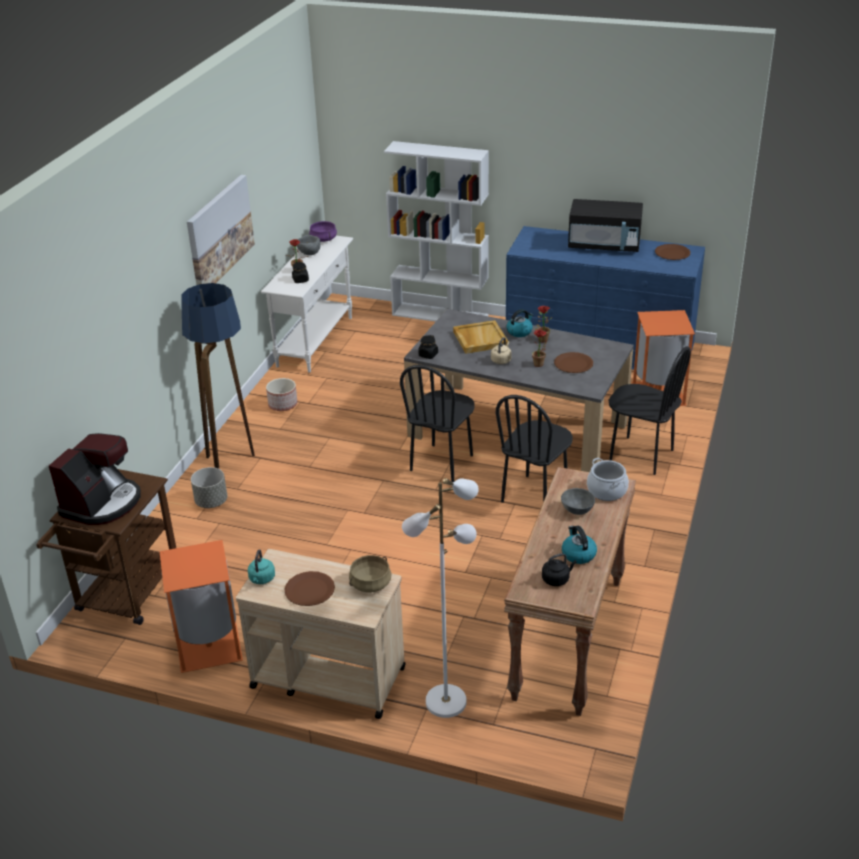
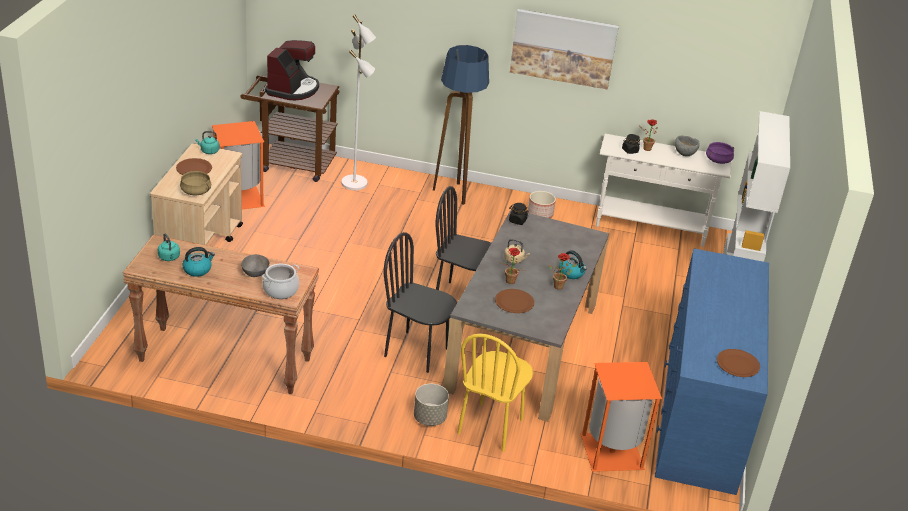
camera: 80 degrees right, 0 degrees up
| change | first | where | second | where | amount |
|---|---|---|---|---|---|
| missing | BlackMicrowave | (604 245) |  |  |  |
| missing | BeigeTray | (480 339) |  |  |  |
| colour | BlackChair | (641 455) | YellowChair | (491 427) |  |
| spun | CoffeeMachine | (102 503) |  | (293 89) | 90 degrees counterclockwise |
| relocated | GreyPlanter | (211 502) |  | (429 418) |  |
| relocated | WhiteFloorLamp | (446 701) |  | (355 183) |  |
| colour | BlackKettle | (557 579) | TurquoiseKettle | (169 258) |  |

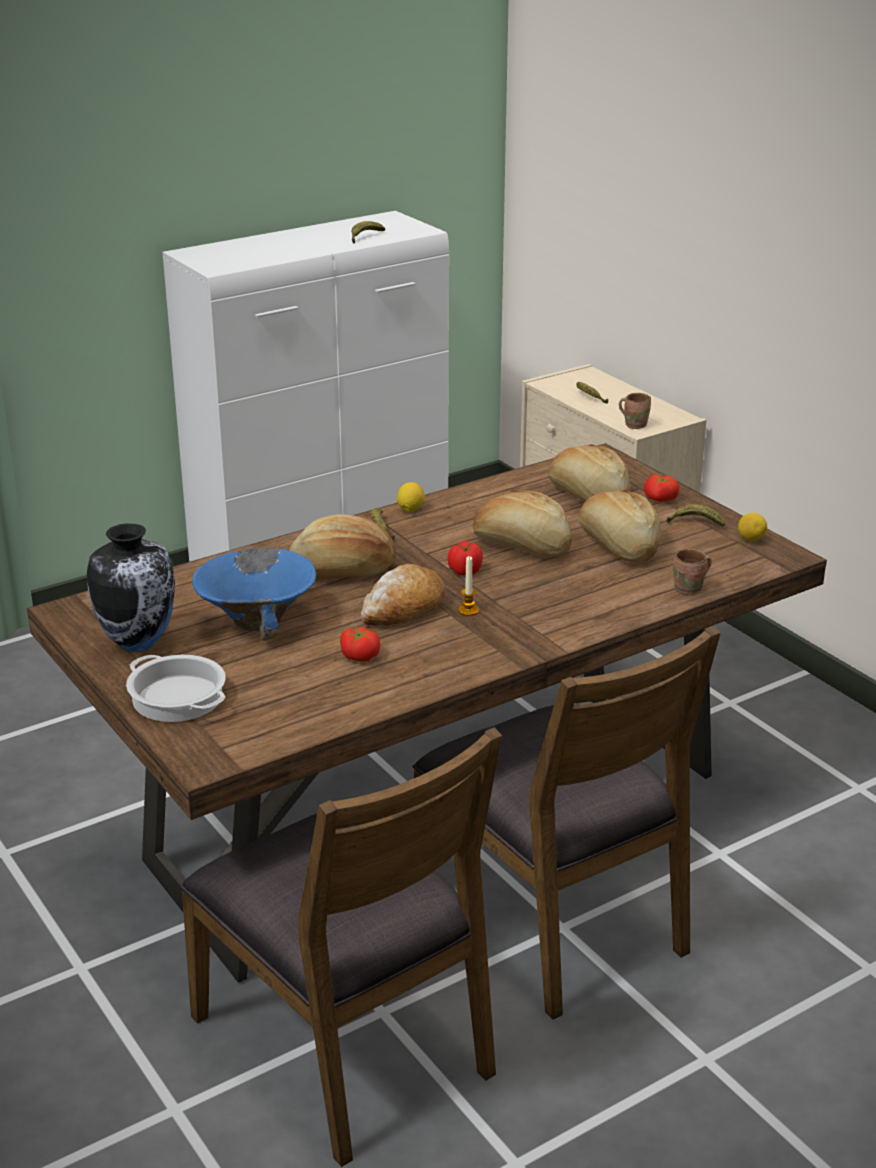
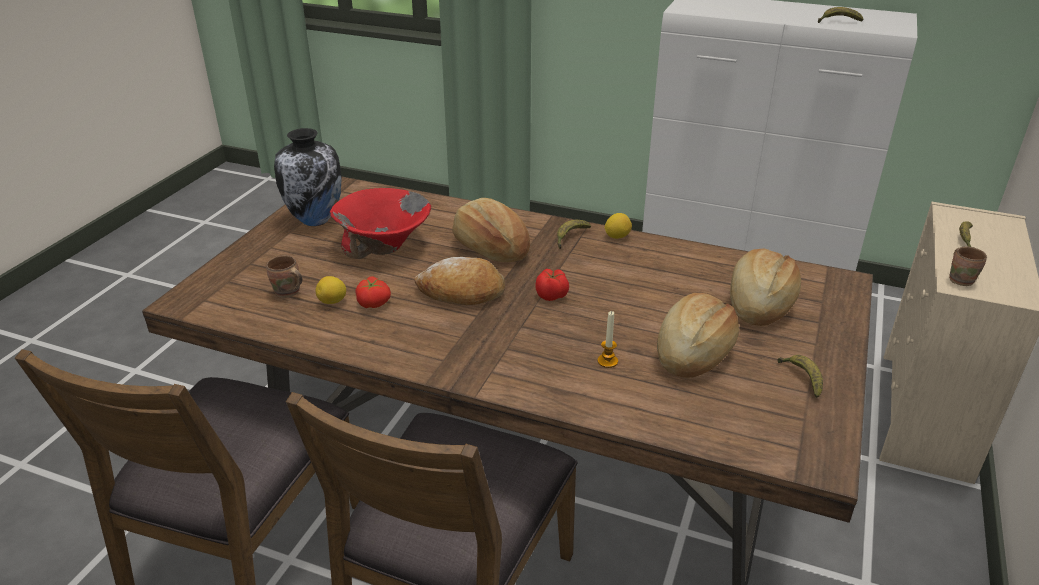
camera: 55 degrees right, 5 degrees up
| change | first | where | second | where | amount |
|---|---|---|---|---|---|
| missing | Tomato | (660 499) |  |  |  |
| missing | Bread | (522 546) |  |  |  |
| relocated | Lemon | (751 539) |  | (332 302) |  |
| colour | BlueBowl | (258 620) | RedBowl | (384 246) |  |
| relocated | BrownMug | (690 589) |  | (287 293) |  |
| relocated | Candle | (468 610) |  | (607 361) |  |
| missing | CookingPot | (176 698) |  |  |  |

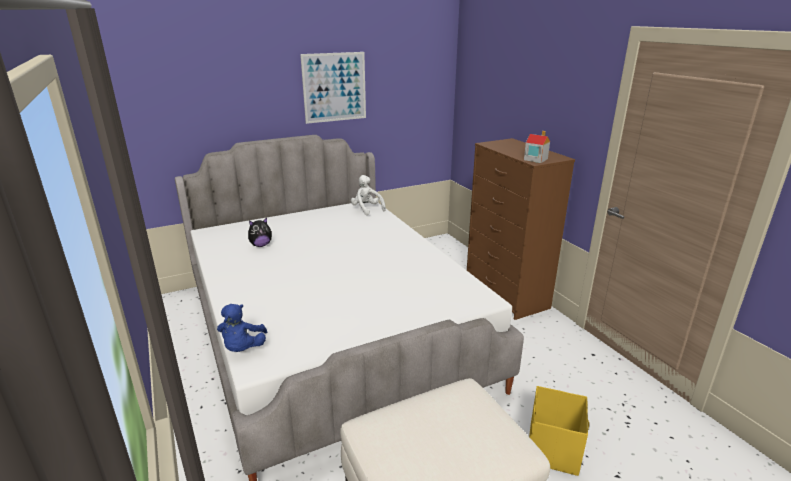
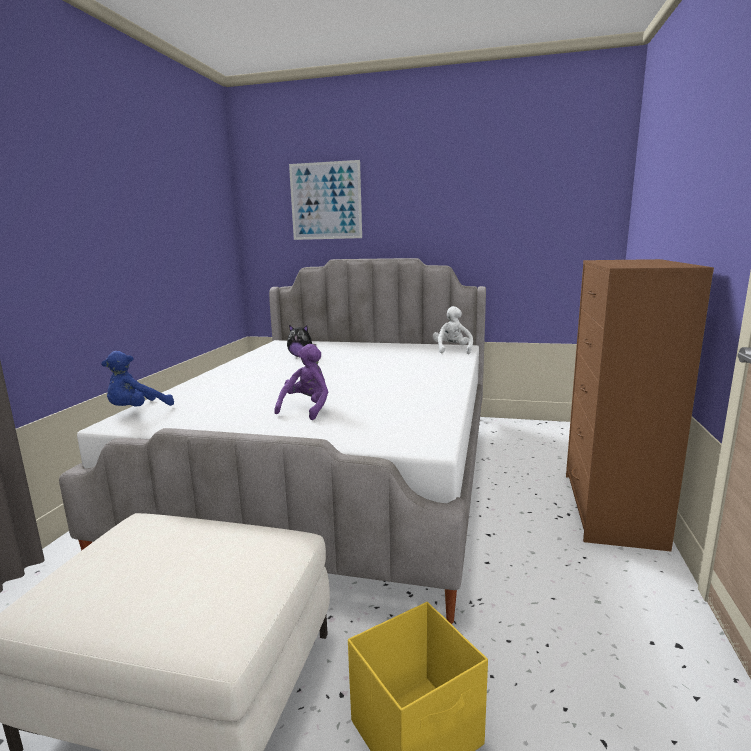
camera: 40 degrees right, 10 degrees down
| change | first | where | second | where | amount |
|---|---|---|---|---|---|
| relocated | Picture | (334 87) |  | (326 201) |  |
| missing | ToyHouse | (535 159) |  |  |  |
| appeared |  |  | PurplePlushToy | (307 409) |  |

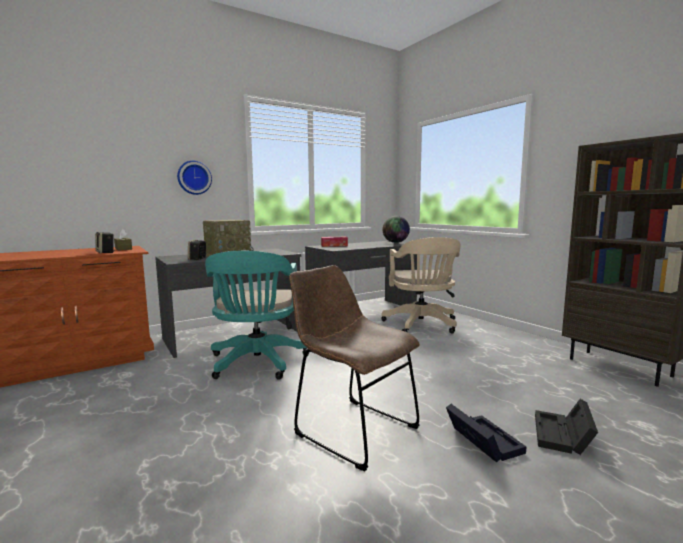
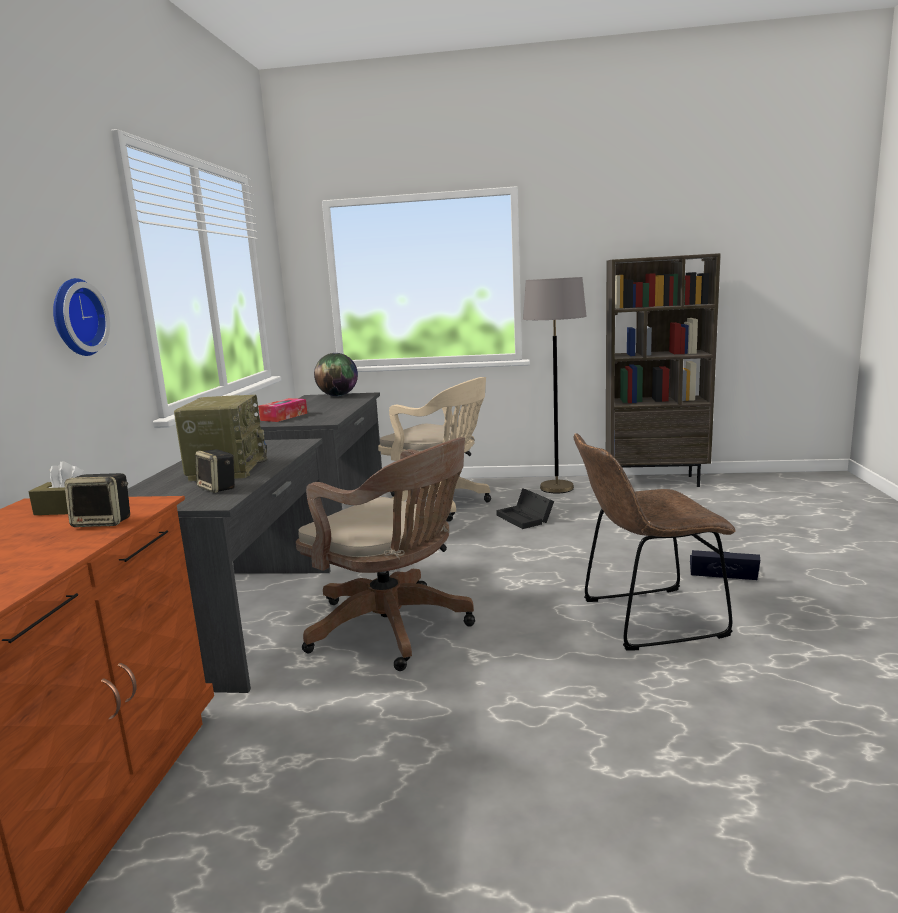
camera: 50 degrees left, 5 degrees up
| change | first | where | second | where | amount |
|---|---|---|---|---|---|
| colour | TurquoiseOfficeChair | (256 364) | BrownOfficeChair | (395 629) |  |
| relocated | BlackStorageBox | (563 436) |  | (526 518) |  |
| appeared |  |  | GreyFloorLamp | (556 488) |  |

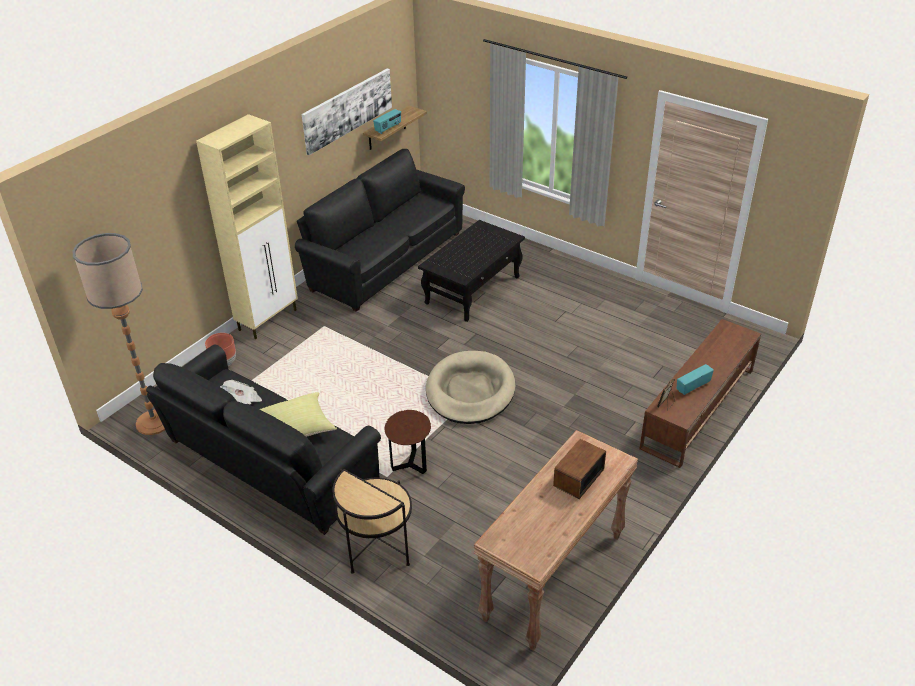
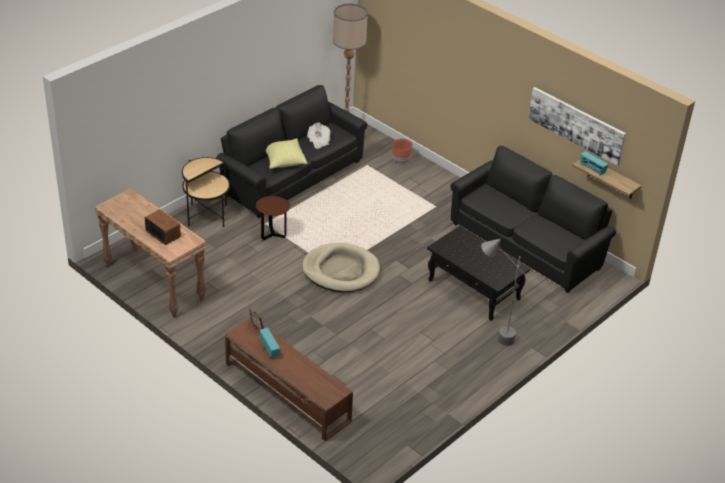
camera: 95 degrees right, 0 degrees up
| change | first | where | second | where | amount |
|---|---|---|---|---|---|
| missing | BeigeCabinet | (268 319) |  |  |  |
| appeared |  |  | GreyFloorLamp | (492 338) |  |

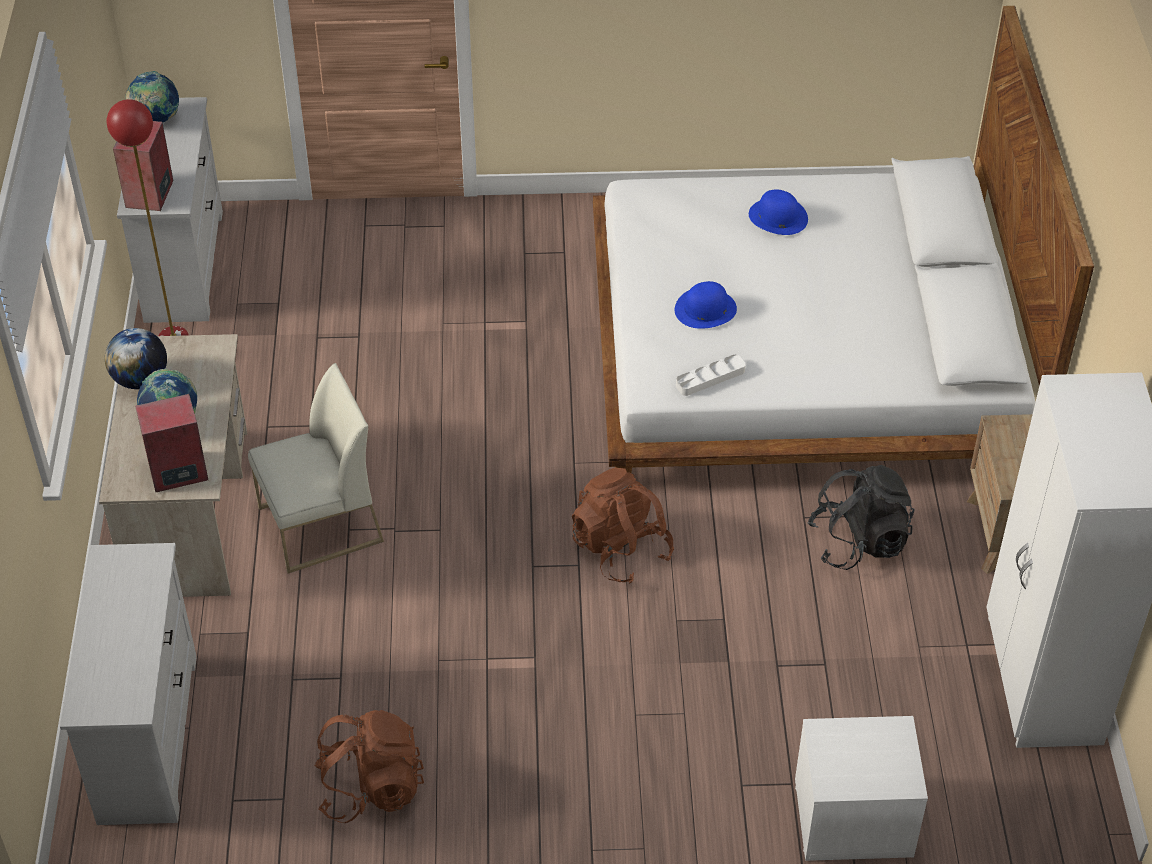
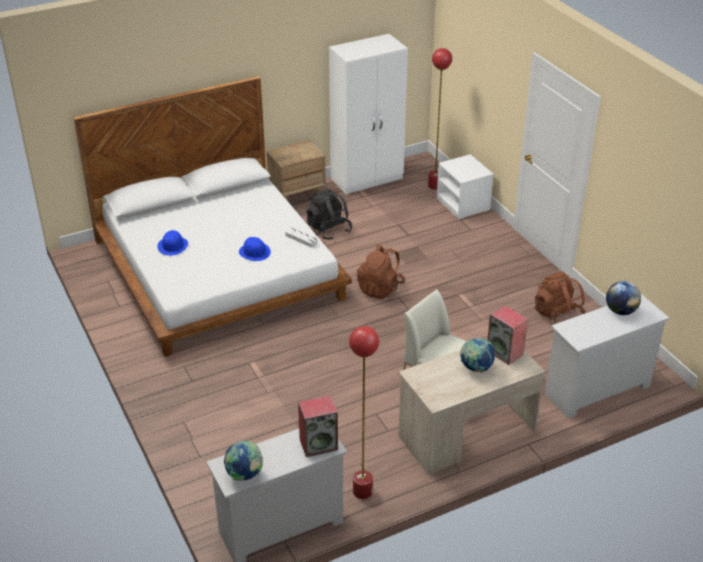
camera: 115 degrees left, 10 degrees down
| change | first | where | second | where | amount |
|---|---|---|---|---|---|
| relocated | Globe | (140 380) |  | (620 311) |  |
| appeared |  |  | RedFloorLamp | (435 186) |  |

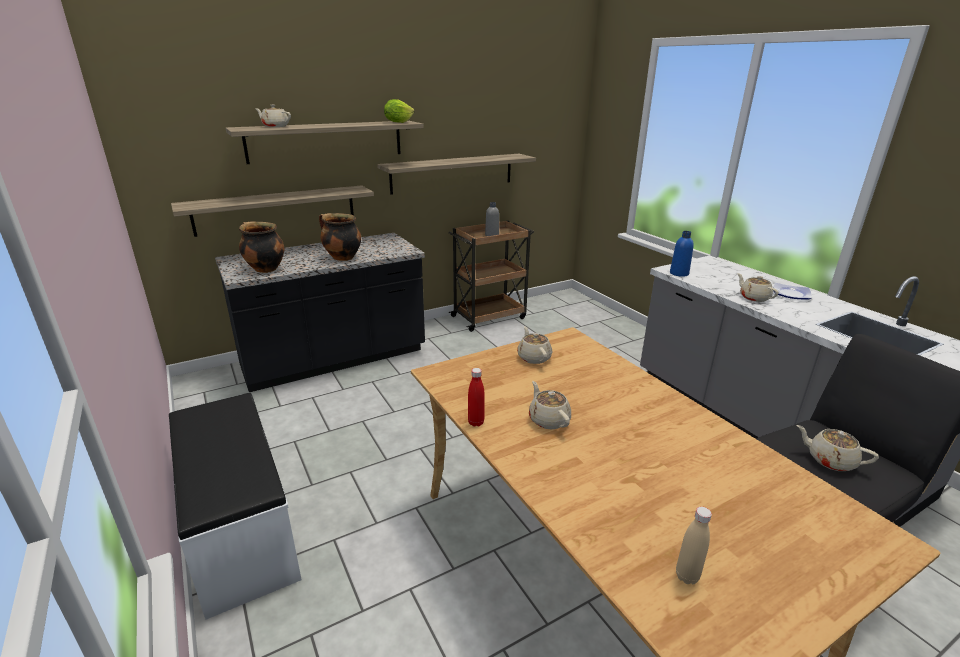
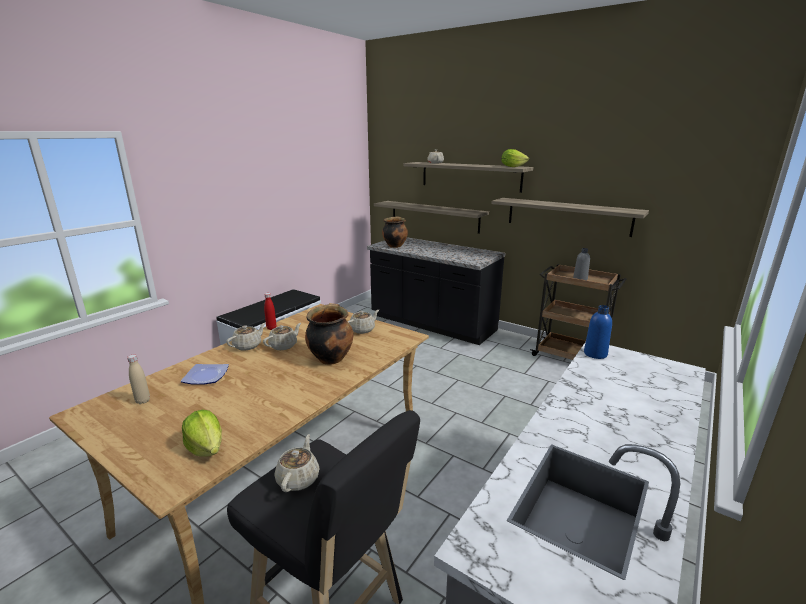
camera: 65 degrees right, 5 degrees down
| change | first | where | second | where | amount |
|---|---|---|---|---|---|
| relocated | CookingPot | (342 258) |  | (330 358) |  |
| relocated | BeigeTeapot | (753 298) |  | (248 346) |  |
| relocated | Plate | (792 294) |  | (205 377) |  |
| appeared |  |  | Lettuce | (206 448) |  |

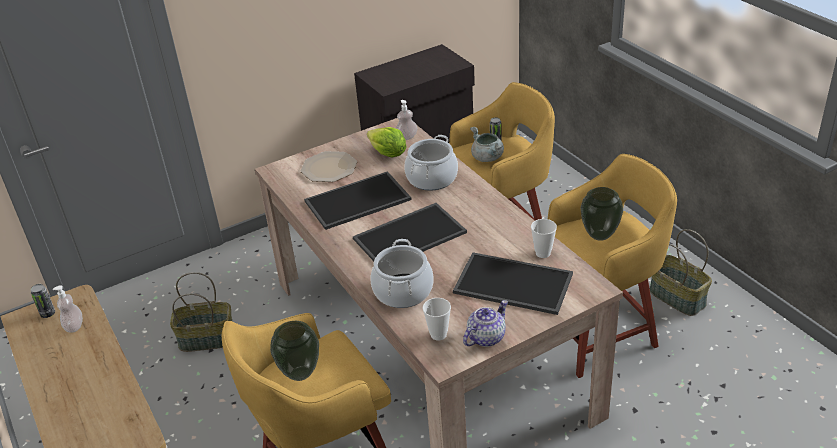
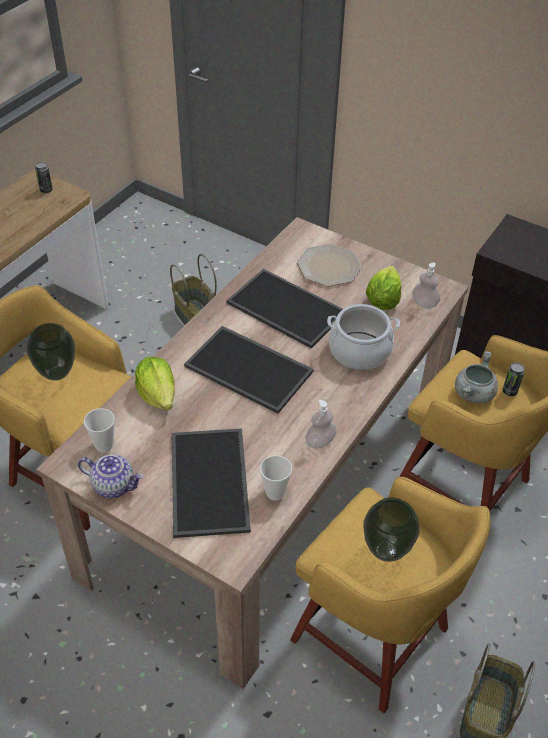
camera: 60 degrees right, 10 degrees up
| change | first | where | second | where | amount |
|---|---|---|---|---|---|
| exchanged | CookingPot | (402 291) | Lettuce | (158 395) |  |
| relocated | SoapDispenser | (74 326) |  | (320 442) |  |

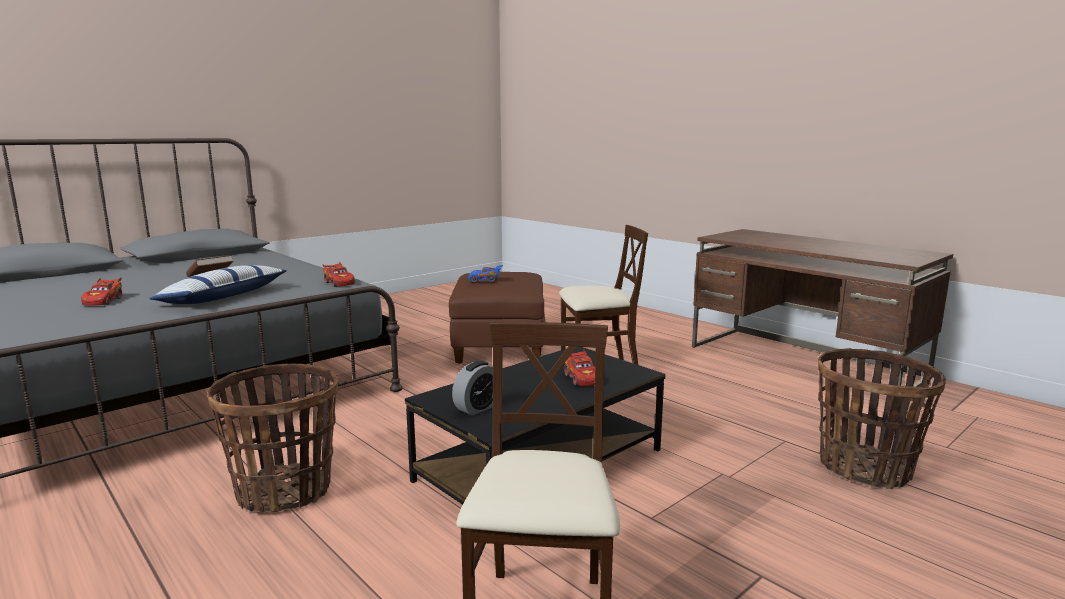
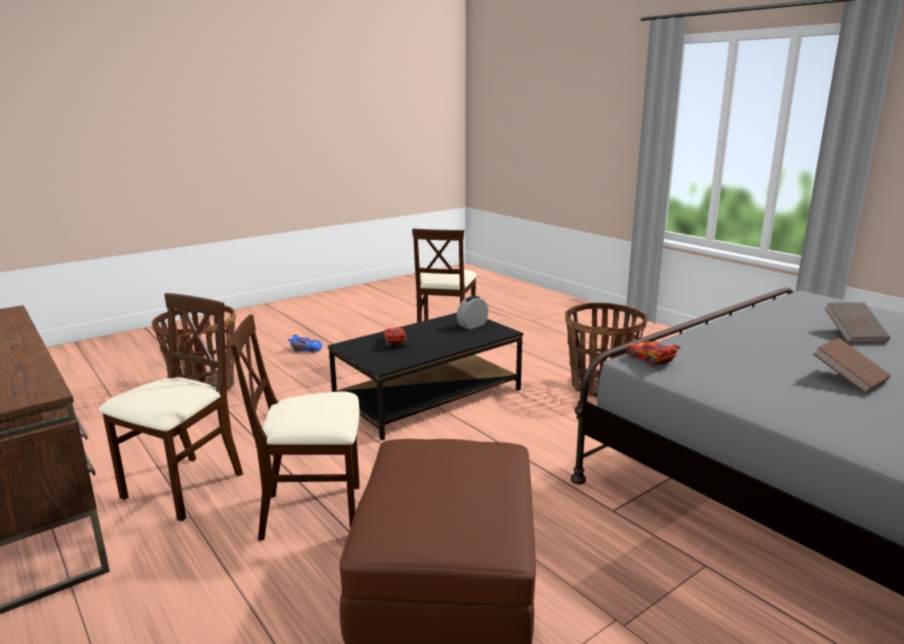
camera: 175 degrees left, 5 degrees up
| change | first | where | second | where | amount |
|---|---|---|---|---|---|
| missing | Pillow | (223 297) |  |  |  |
| relocated | BlueToyCar | (485 280) |  | (306 350) |  |
| exchanged | RedToyCar | (103 301) | BrownBook | (854 335) |  |
| appeared |  |  | BeigeChair | (184 487) |  |

